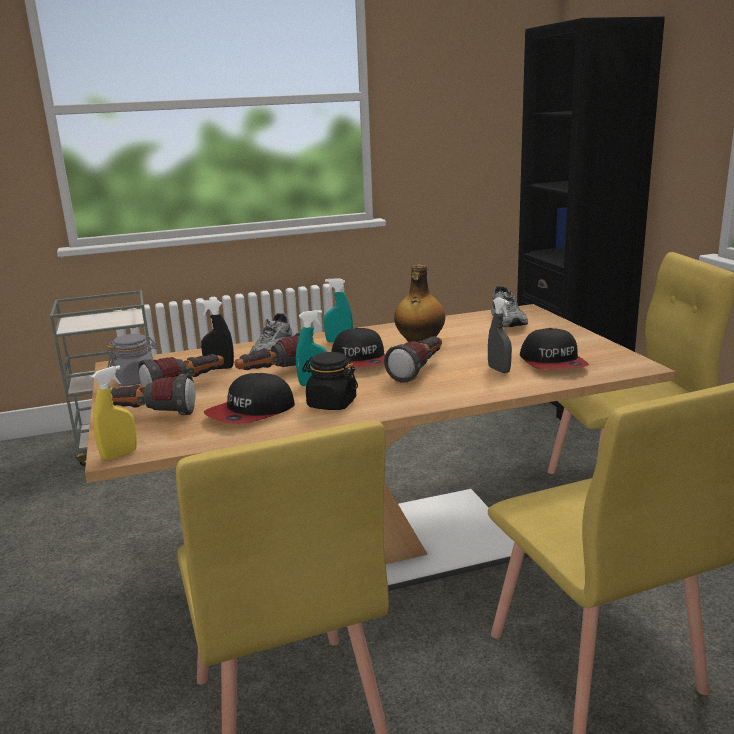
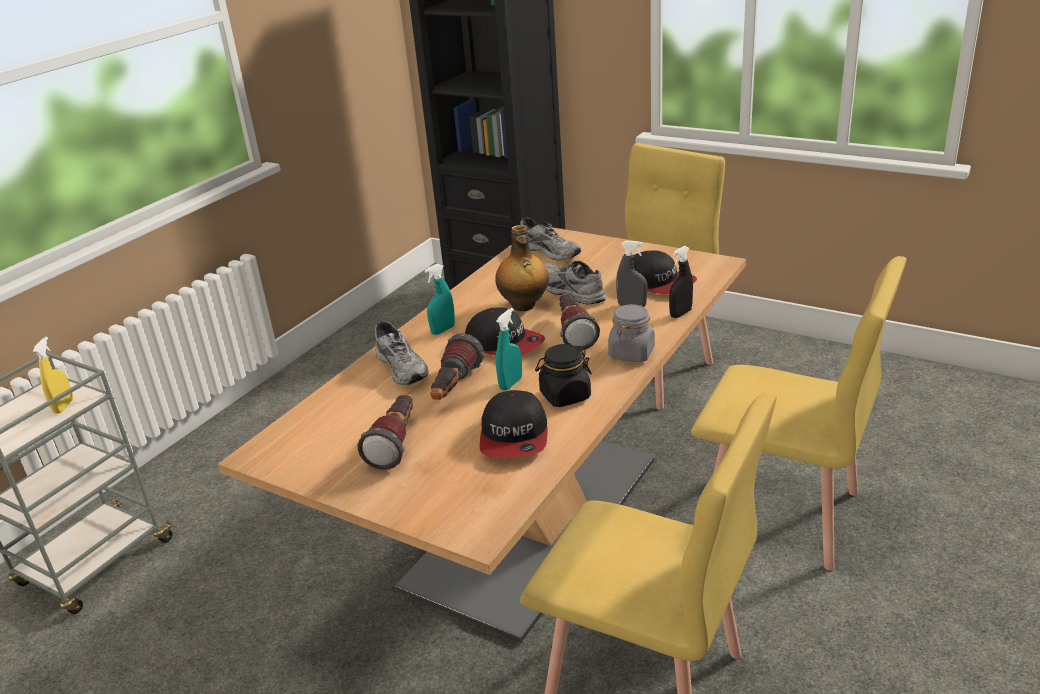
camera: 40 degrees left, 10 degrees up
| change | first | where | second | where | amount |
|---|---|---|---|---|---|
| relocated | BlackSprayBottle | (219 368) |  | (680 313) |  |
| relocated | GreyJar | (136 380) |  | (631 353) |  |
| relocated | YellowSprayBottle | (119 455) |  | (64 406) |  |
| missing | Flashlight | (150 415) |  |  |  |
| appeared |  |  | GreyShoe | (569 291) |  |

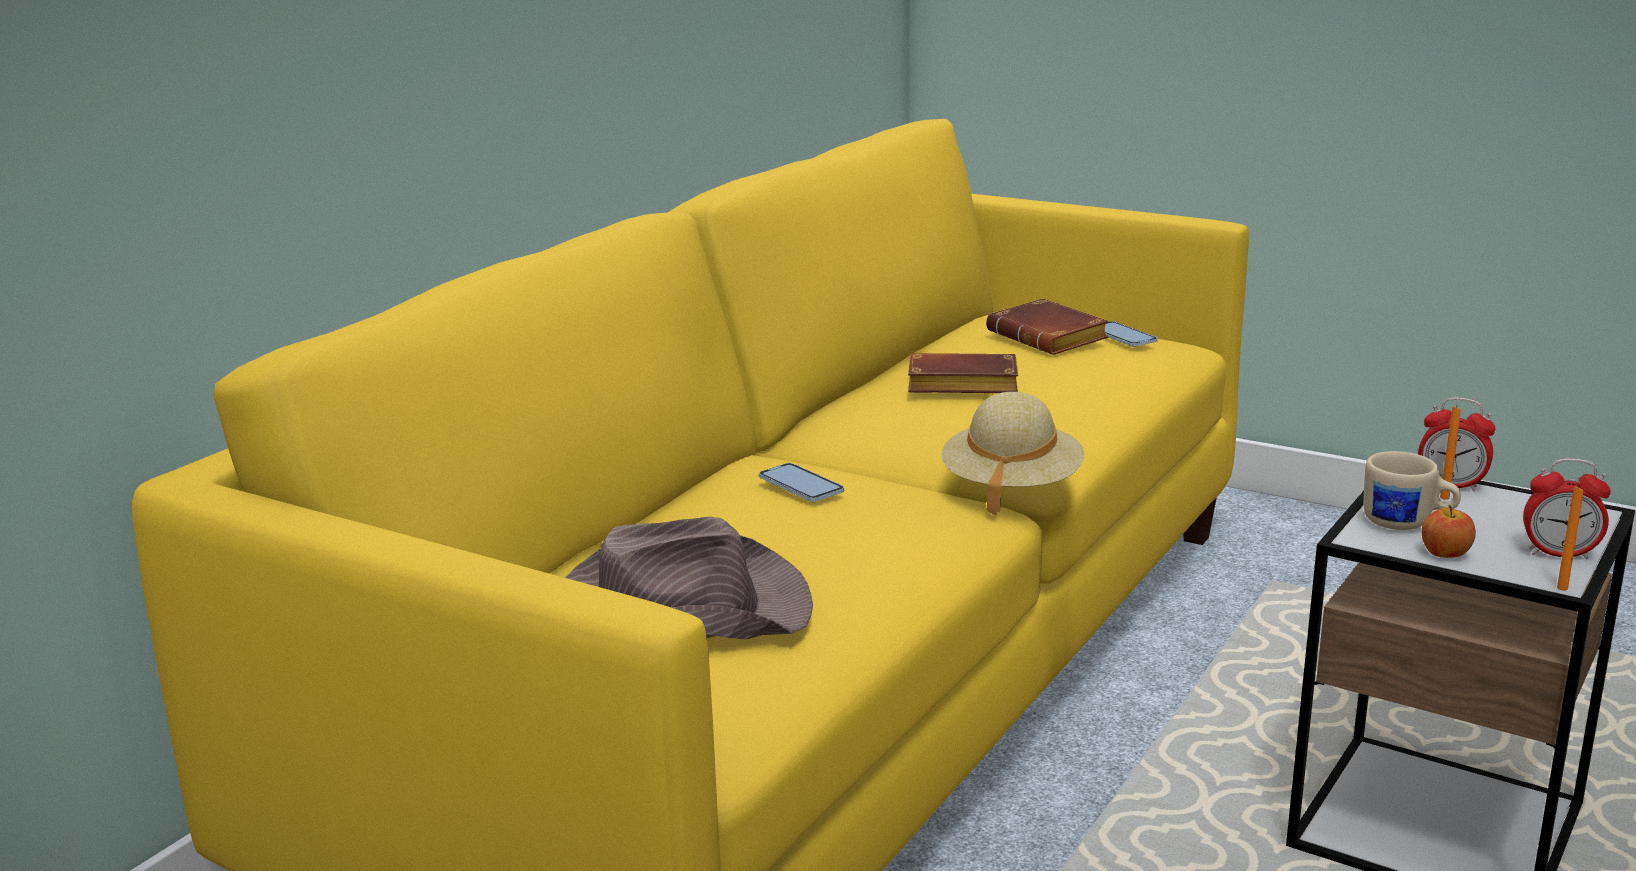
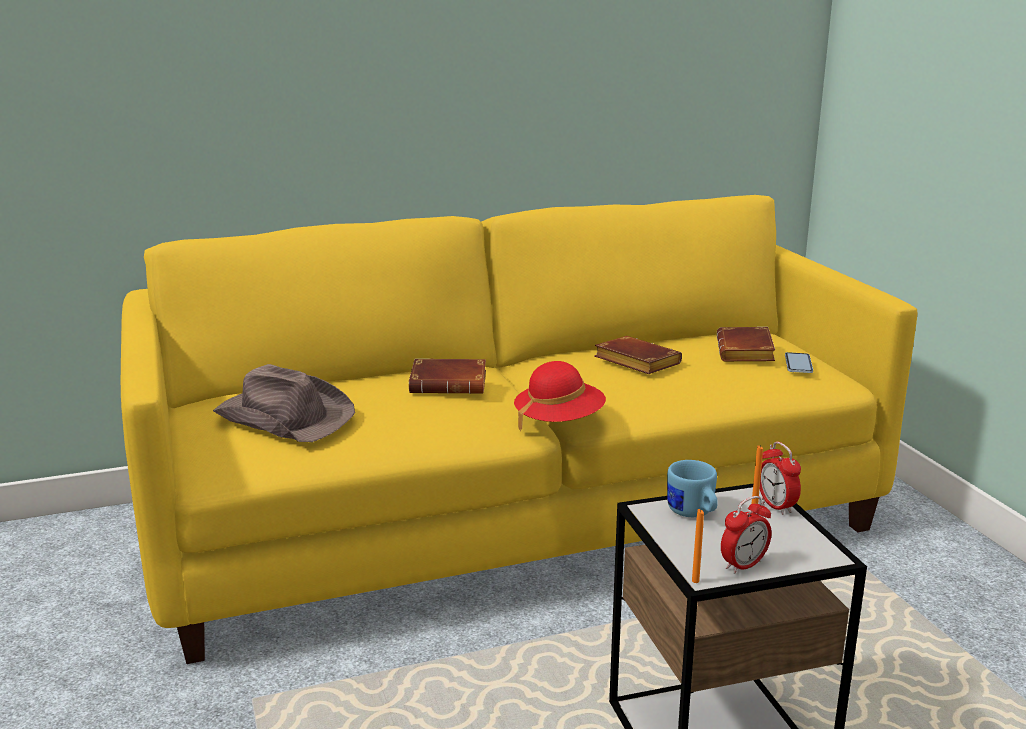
camera: 40 degrees right, 0 degrees up
| change | first | where | second | where | amount |
|---|---|---|---|---|---|
| colour | BeigeHat | (1011 487) | RedHat | (559 421) |  |
| colour | BeigeMug | (1407 524) | BlueMug | (693 514) |  |
| spun | AlarmClock | (1559 554) |  | (743 565) | 90 degrees counterclockwise |
| exchanged | Phone | (801 485) | BrownBook | (450 383) |  |
| missing | Apple | (1445 553) |  |  |  |

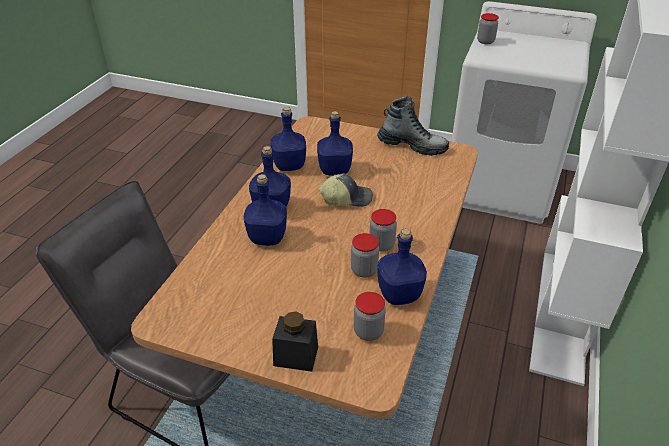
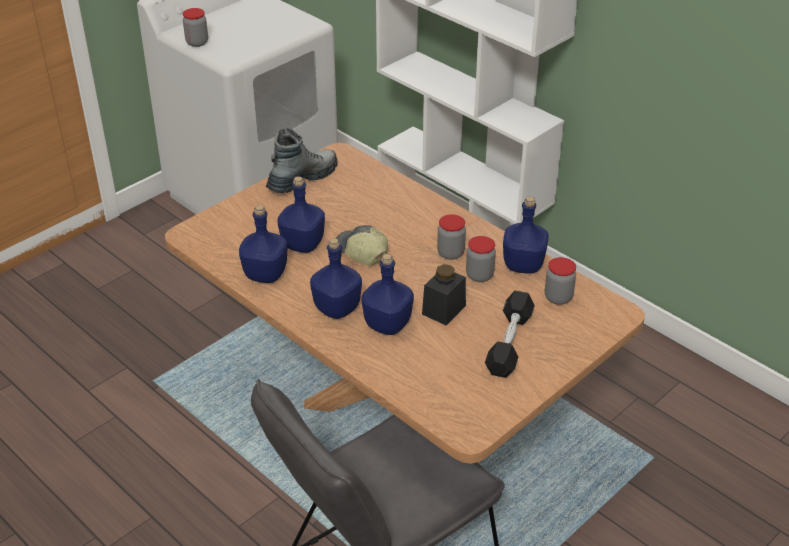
camera: 65 degrees left, 0 degrees up
| change | first | where | second | where | amount |
|---|---|---|---|---|---|
| spun | Cap | (346 198) |  | (360 252) | 60 degrees counterclockwise |
| relocated | BlackJar | (296 356) |  | (444 310) |  |
| appeared |  |  | BlackDumbbell | (509 343) |  |

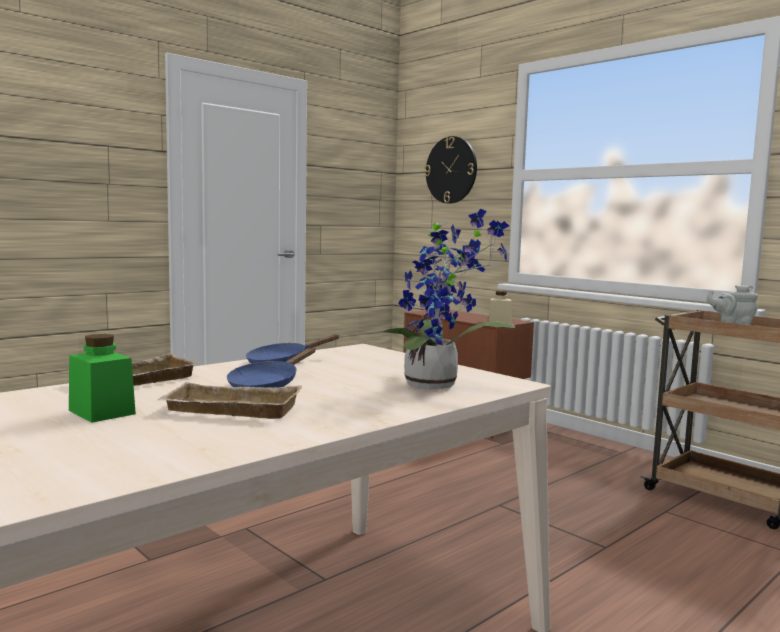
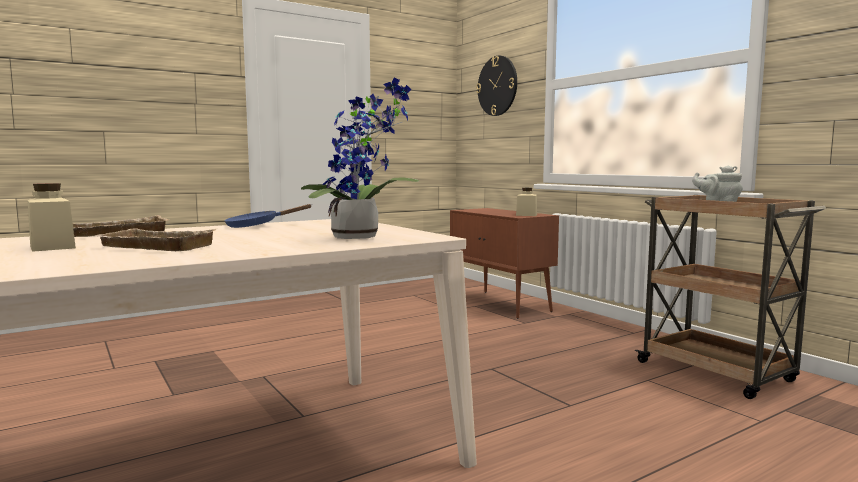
camera: 10 degrees right, 0 degrees up
| change | first | where | second | where | amount |
|---|---|---|---|---|---|
| colour | GreenJar | (102 412) | BeigeJar | (52 247) |  |
| missing | BlueFryingPan | (267 385) |  |  |  |

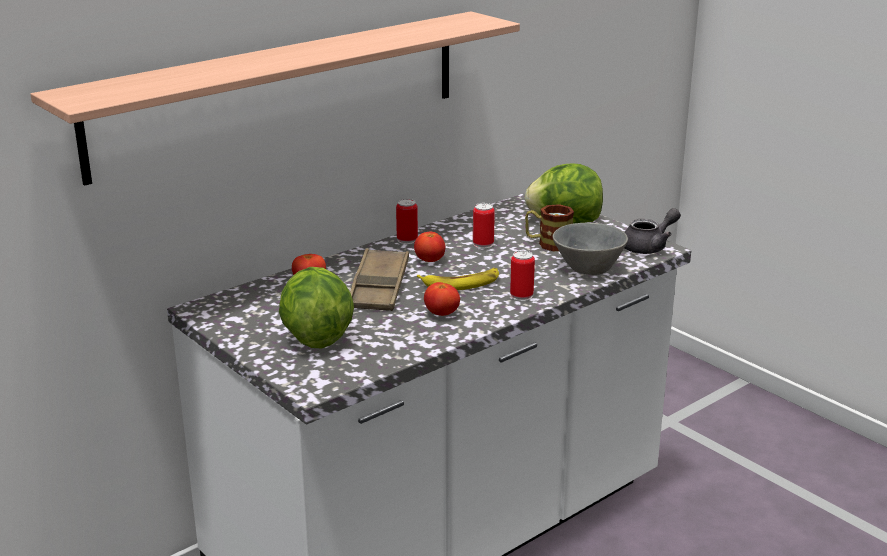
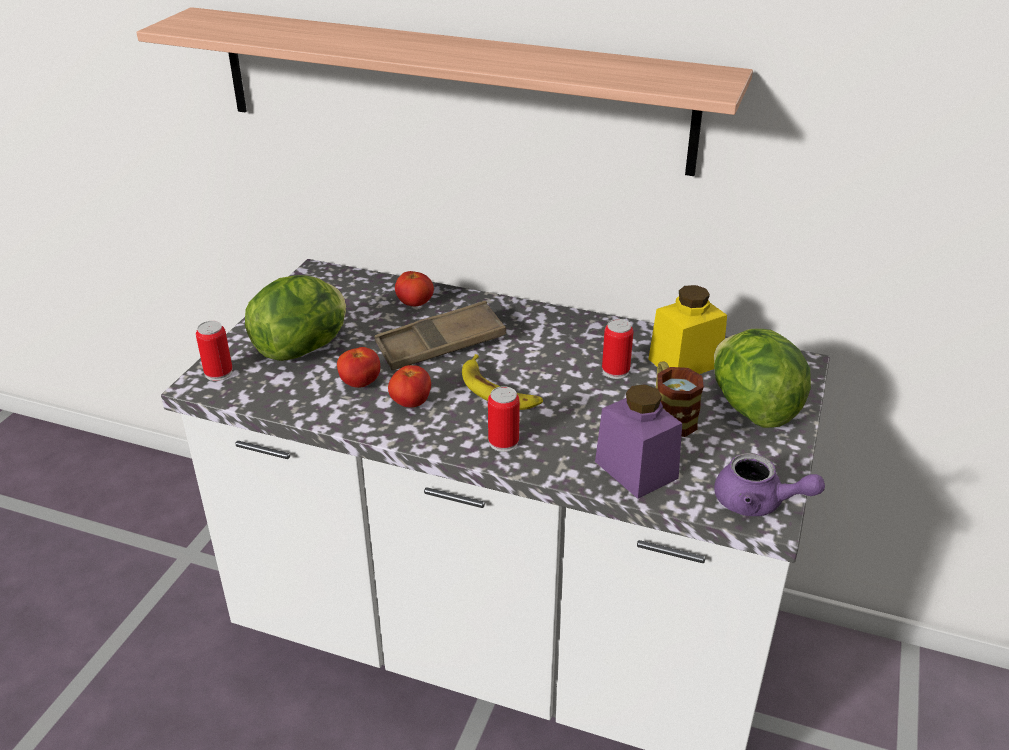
camera: 60 degrees right, 10 degrees up
| change | first | where | second | where | amount |
|---|---|---|---|---|---|
| relocated | Can | (407 240) |  | (218 373) |  |
| colour | GreyTeapot | (649 247) | PurpleTeapot | (757 503) |  |
| exchanged | GreyBowl | (589 267) | PurpleJar | (636 470) |  |
| relocated | Tomato | (429 261) |  | (360 383) |  |
| appeared |  |  | YellowJar | (685 362) |  |

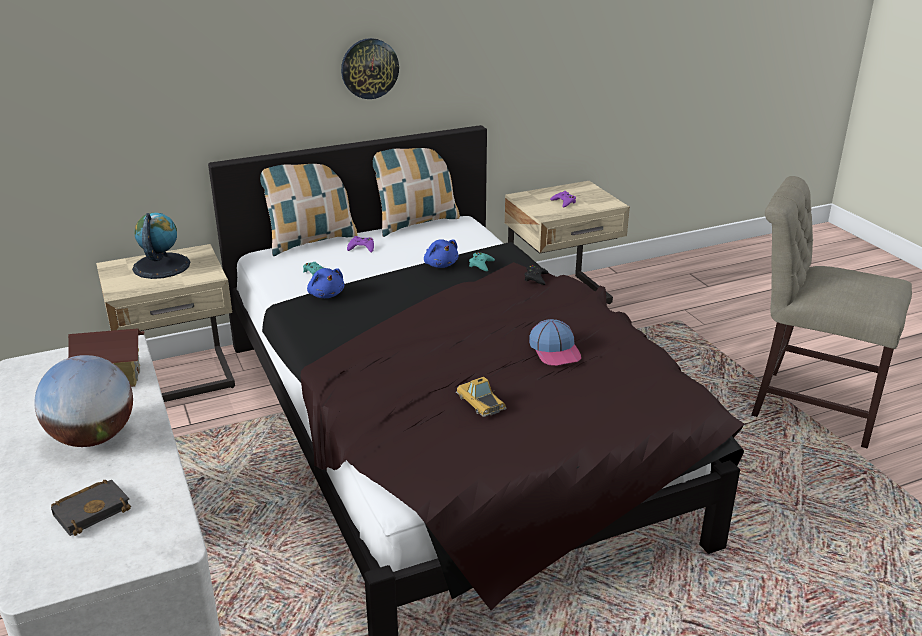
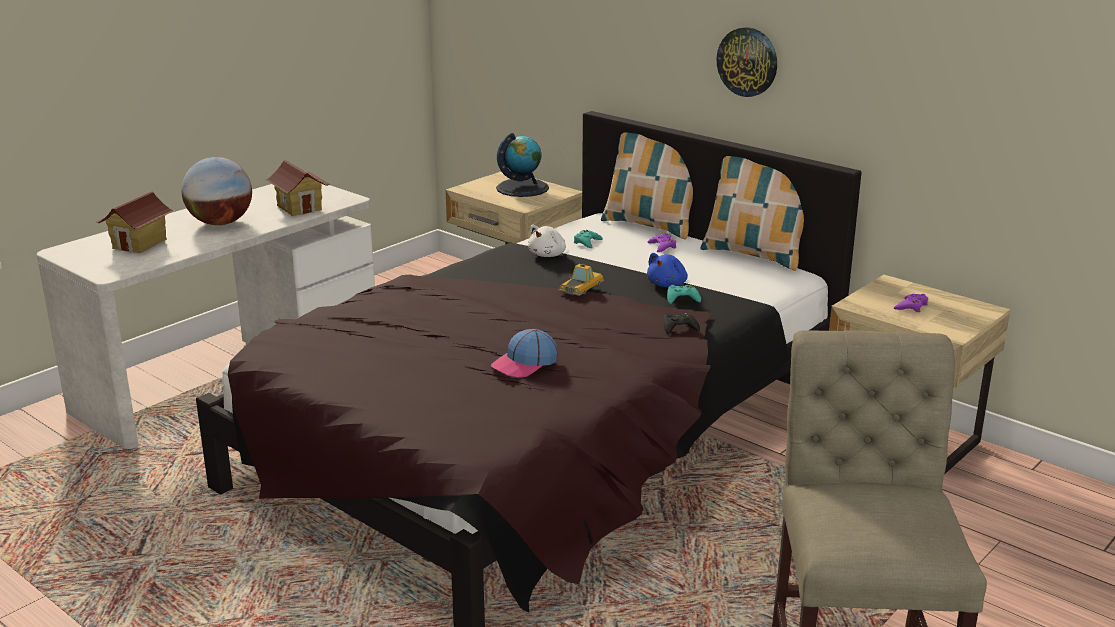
camera: 65 degrees right, 5 degrees down
| change | first | where | second | where | amount |
|---|---|---|---|---|---|
| colour | BluePlushToy | (326 294) | WhitePlushToy | (548 255) |  |
| relocated | ToyCar | (480 401) |  | (582 287) |  |
| exchanged | BlackBook | (93 509) | ToyHouse | (140 244) |  |

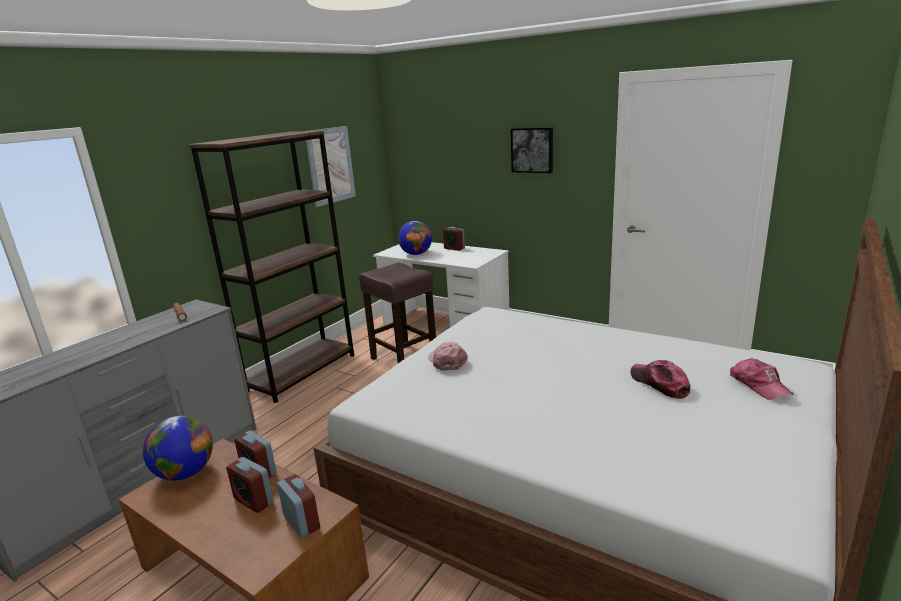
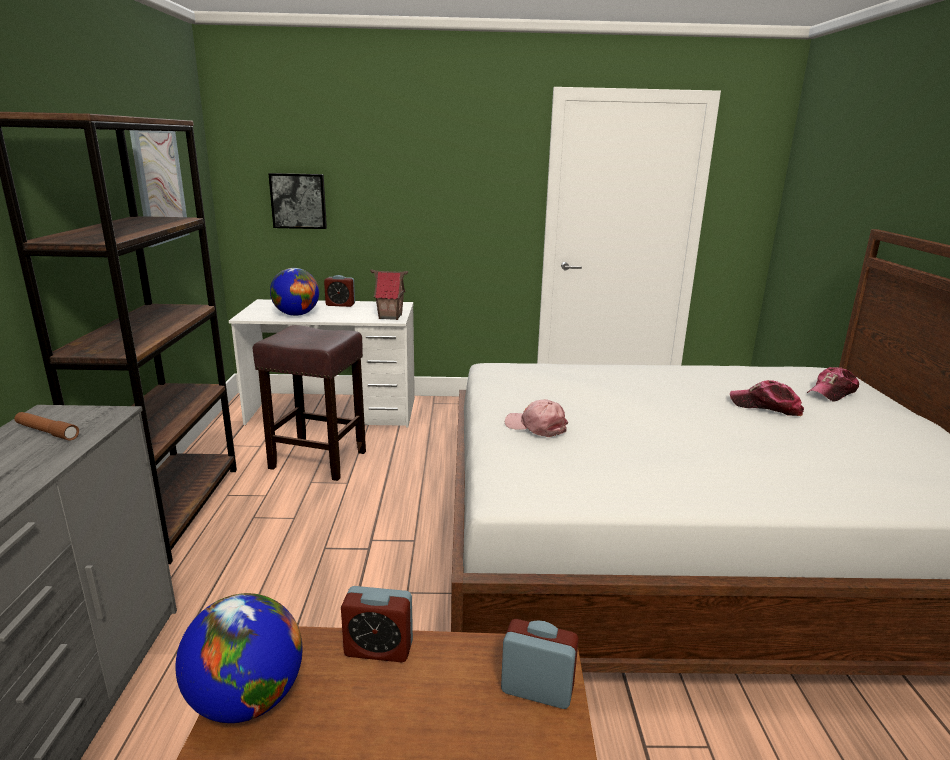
camera: 35 degrees left, 0 degrees up
| change | first | where | second | where | amount |
|---|---|---|---|---|---|
| relocated | Picture | (532 150) |  | (299 201) |  |
| spun | Cap | (759 385) |  | (832 392) | 105 degrees clockwise |
| missing | AlarmClock | (254 501) |  |  |  |
| appeared |  |  | ToyHouse | (390 317) |  |

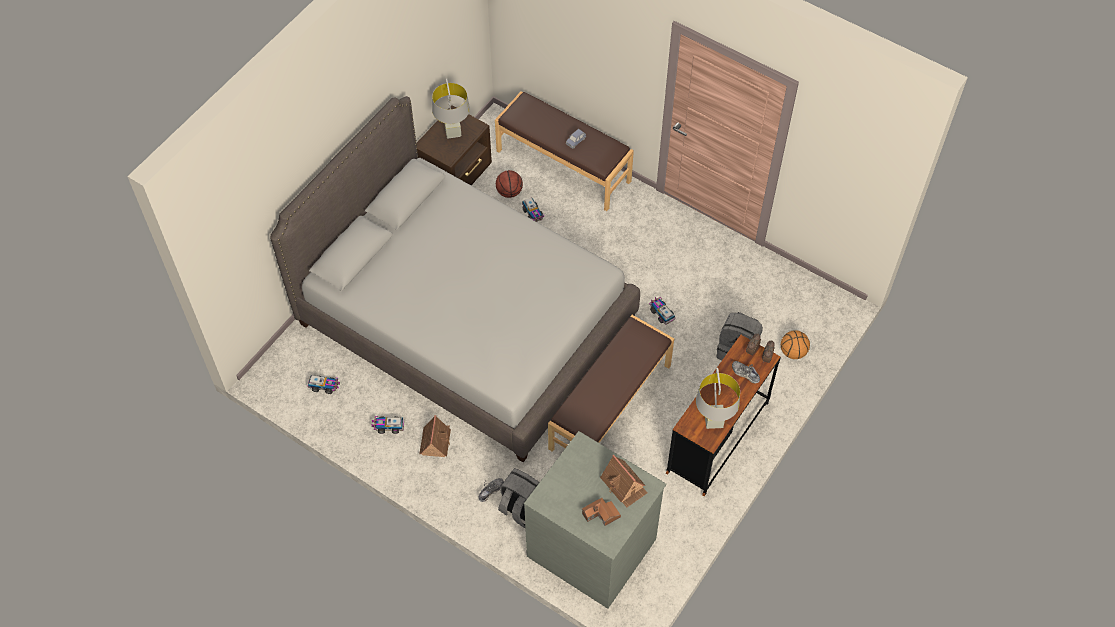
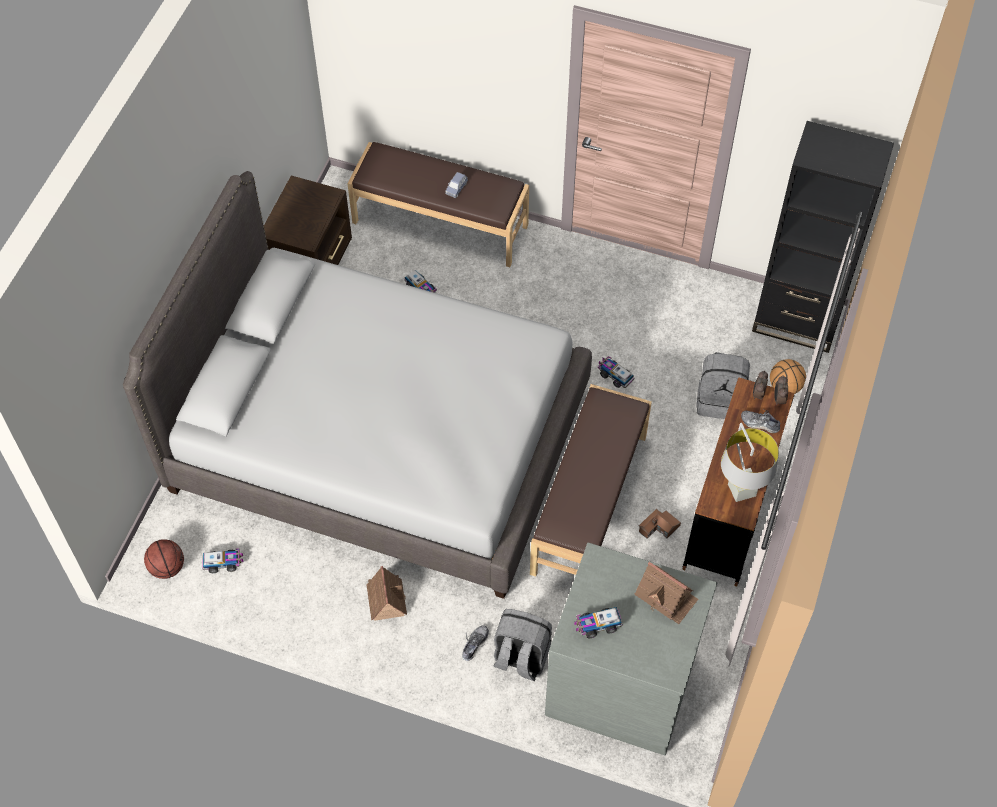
camera: 15 degrees left, 0 degrees up
| change | first | where | second | where | amount |
|---|---|---|---|---|---|
| missing | GreyTableLamp | (453 132) |  |  |  |
| relocated | Basketball | (509 192) |  | (167 567) |  |
| relocated | ToyTruck | (388 426) |  | (597 625) |  |
| relocated | ToyHouse | (601 515) |  | (659 528) |  |
| appeared |  |  | BlackBookcase | (796 321) |  |

